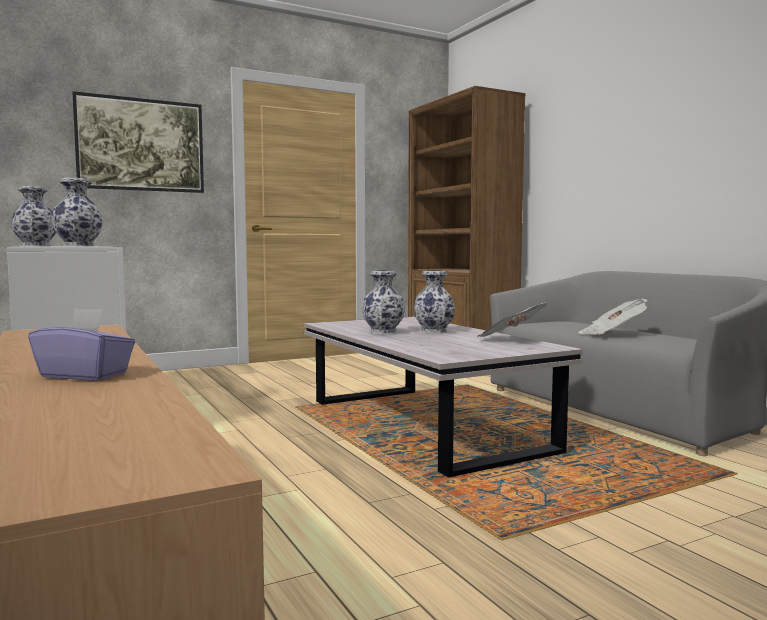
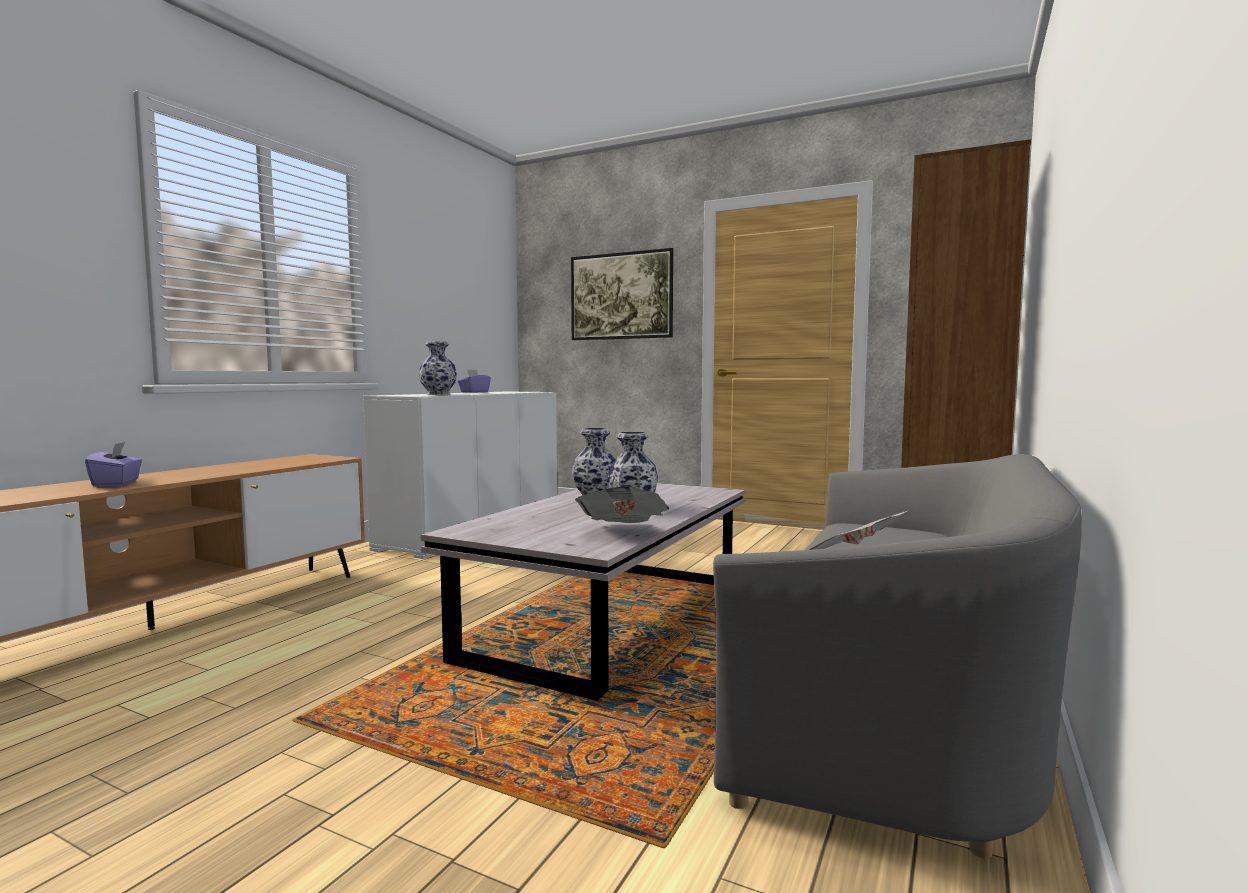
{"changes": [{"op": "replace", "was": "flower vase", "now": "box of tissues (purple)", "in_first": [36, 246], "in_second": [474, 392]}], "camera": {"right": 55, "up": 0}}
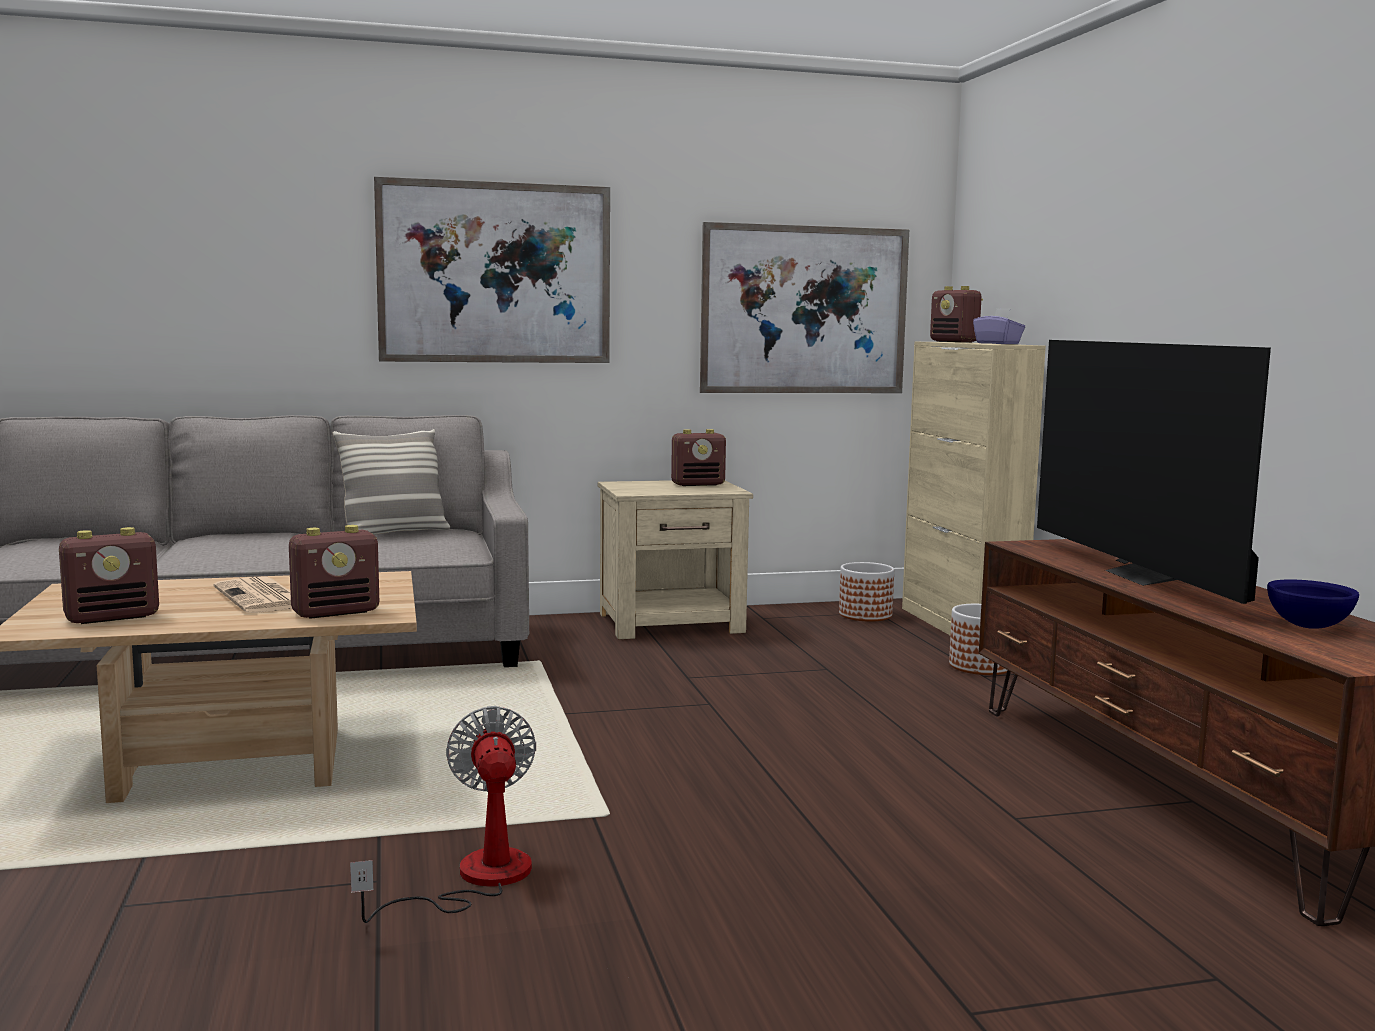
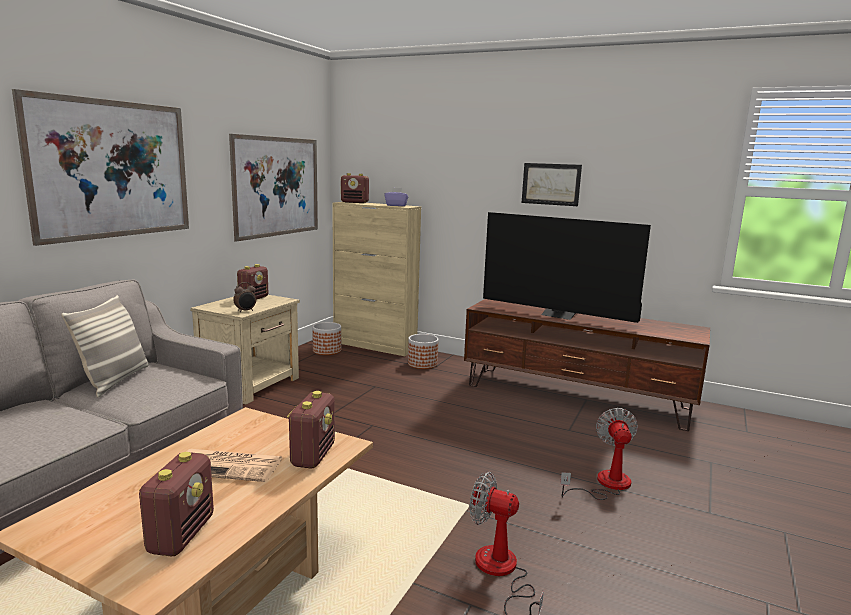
{"changes": [{"op": "delete", "was": "deep dish (blue-coloured)", "in_first": [1309, 626]}, {"op": "insert", "now": "bedside clock", "in_second": [245, 311]}, {"op": "insert", "now": "wall art", "in_second": [551, 184]}, {"op": "insert", "now": "electric fan", "in_second": [605, 484]}], "camera": {"right": -50, "up": 5}}
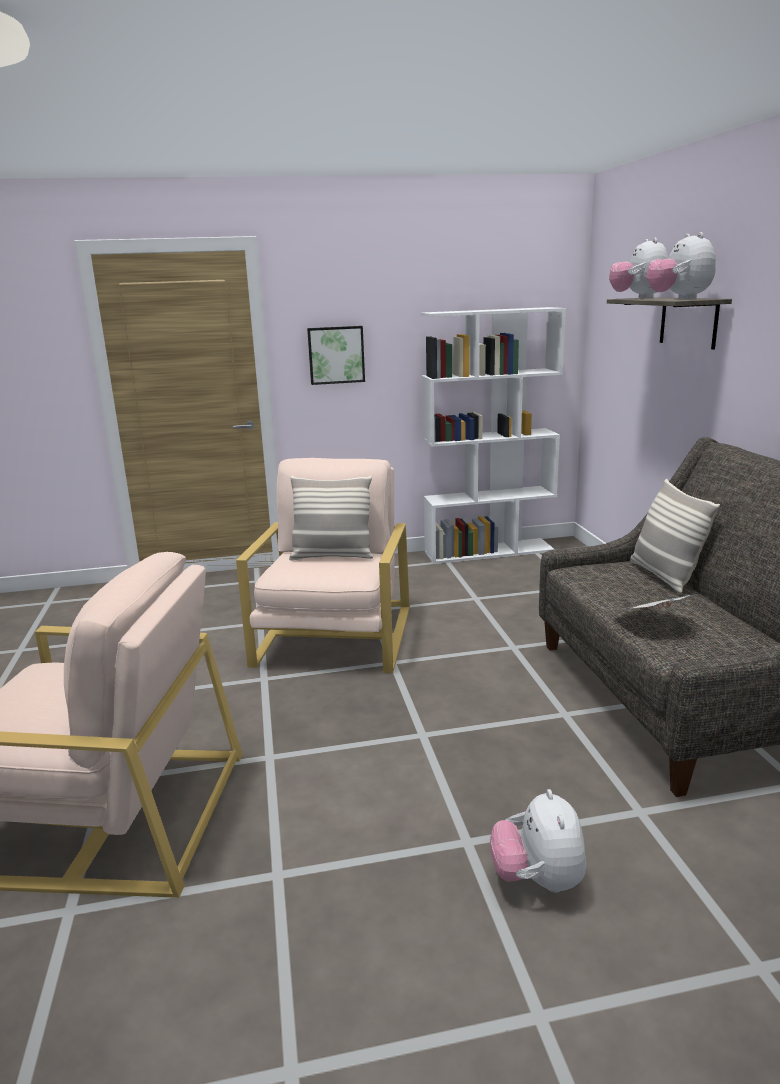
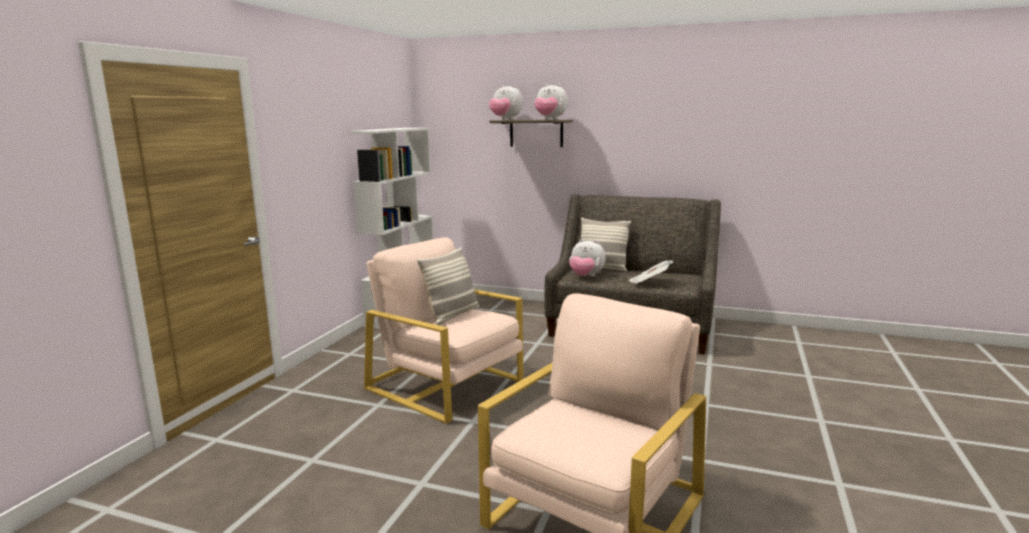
{"changes": [{"op": "delete", "was": "wall art", "in_first": [336, 355]}, {"op": "move", "was": "plush toy", "in_first": [538, 880], "in_second": [586, 276]}], "camera": {"right": -60, "up": -5}}
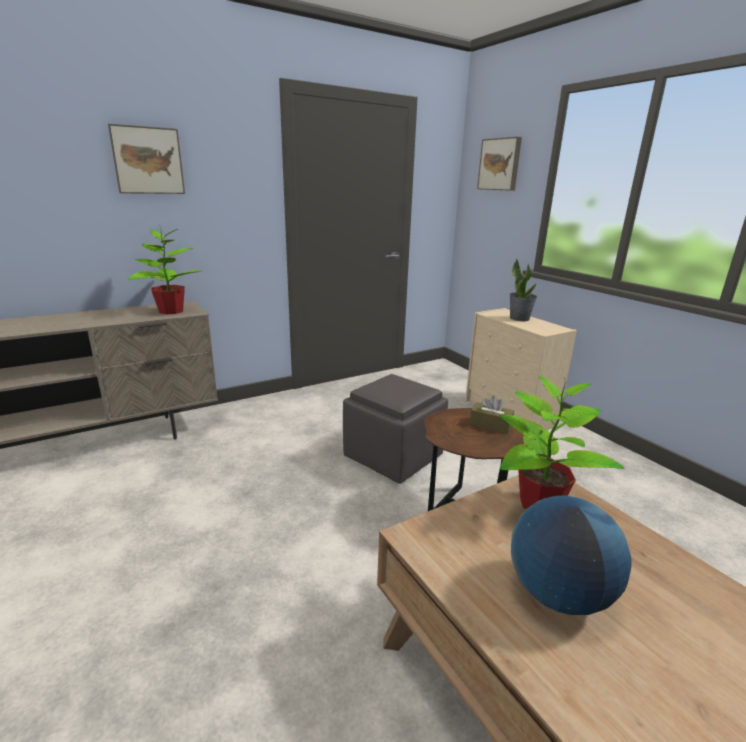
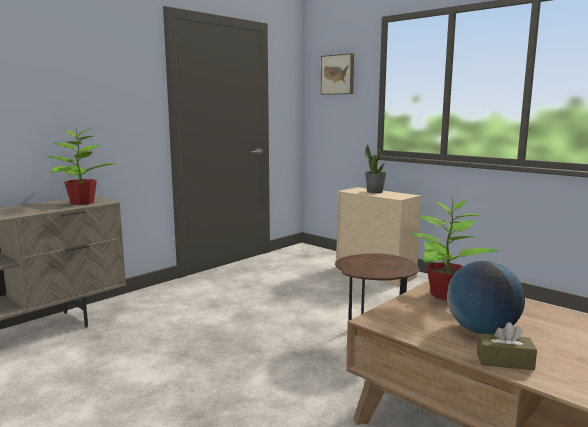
{"changes": [{"op": "delete", "was": "wall art", "in_first": [147, 161]}, {"op": "delete", "was": "footrest (grey)", "in_first": [394, 456]}, {"op": "move", "was": "box of tissues (brownish)", "in_first": [490, 425], "in_second": [504, 361]}], "camera": {"right": -15, "up": -10}}
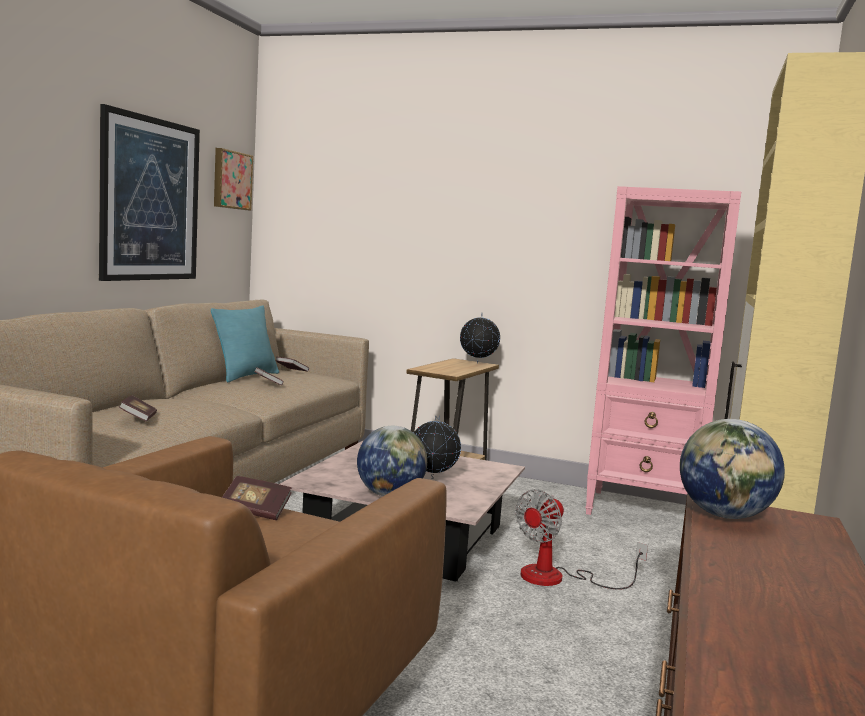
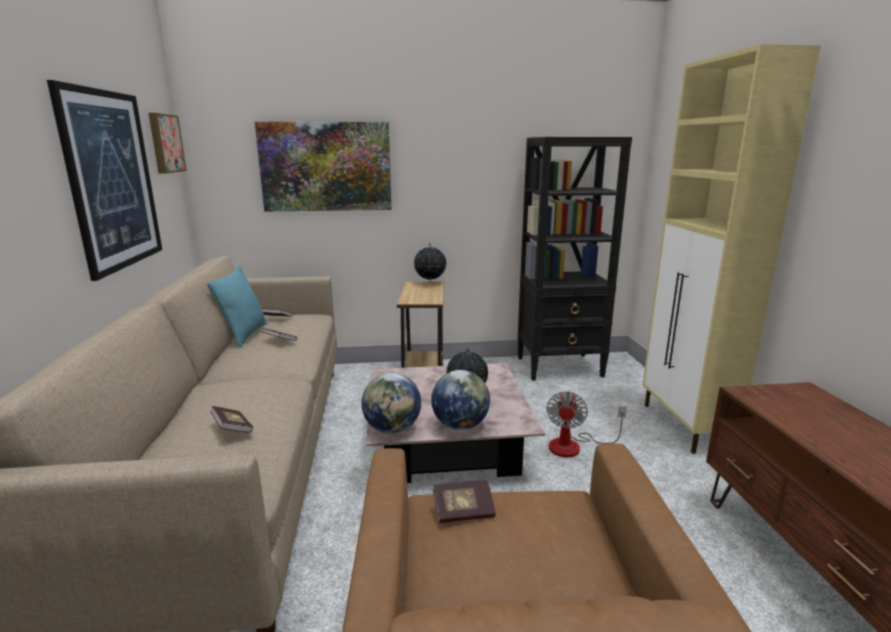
{"changes": [{"op": "recolor", "was": "bookshelf (pink)", "now": "bookshelf (black-coloured)", "in_first": [644, 511], "in_second": [560, 367]}, {"op": "move", "was": "globe", "in_first": [725, 515], "in_second": [392, 429]}, {"op": "insert", "now": "wall art", "in_second": [326, 167]}], "camera": {"right": -25, "up": 10}}
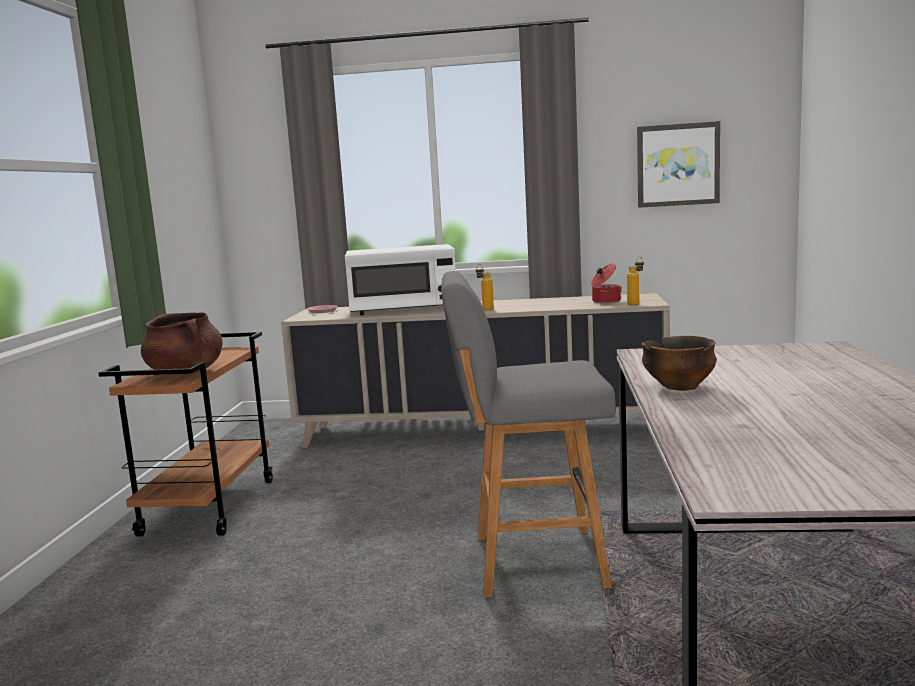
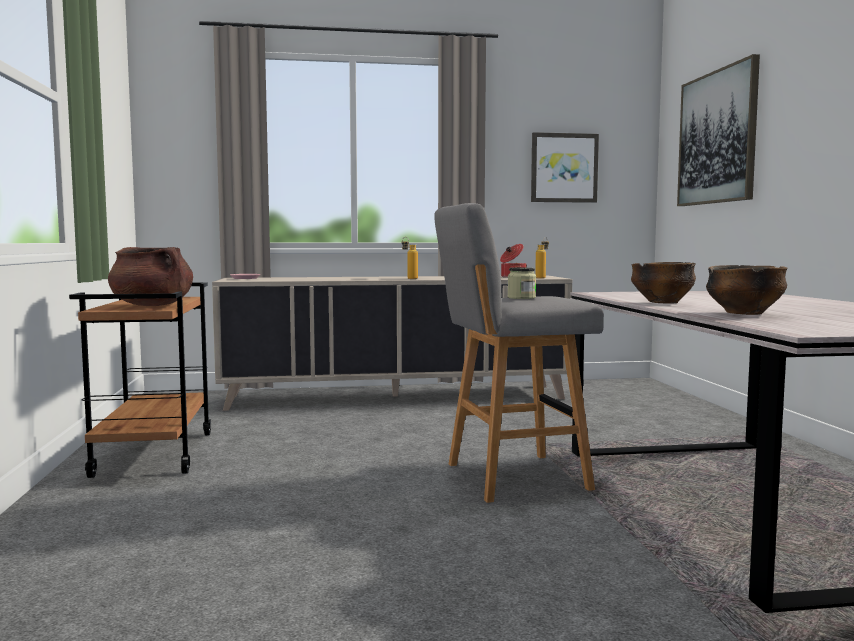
{"changes": [{"op": "delete", "was": "kitchen microwave (white-coloured)", "in_first": [403, 310]}, {"op": "insert", "now": "preserve jar", "in_second": [521, 298]}, {"op": "insert", "now": "wall art", "in_second": [717, 137]}, {"op": "insert", "now": "deep dish", "in_second": [744, 313]}], "camera": {"right": -15, "up": -5}}
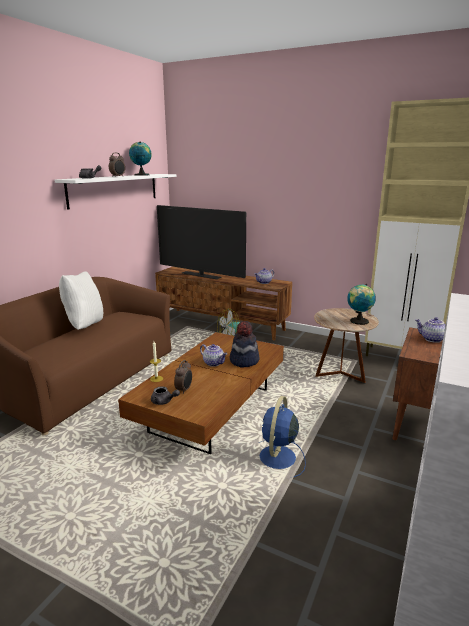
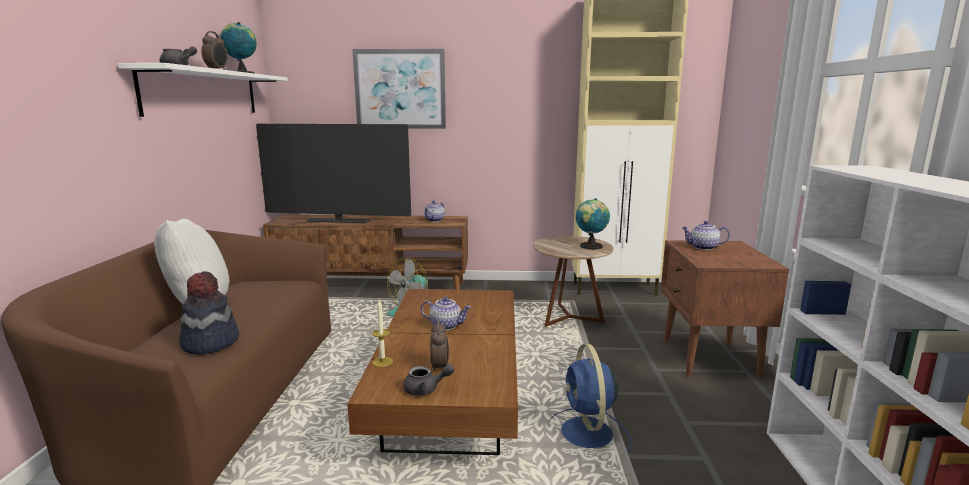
{"changes": [{"op": "move", "was": "wearable hat", "in_first": [244, 360], "in_second": [210, 343]}, {"op": "insert", "now": "wall art", "in_second": [400, 89]}], "camera": {"right": -25, "up": -5}}
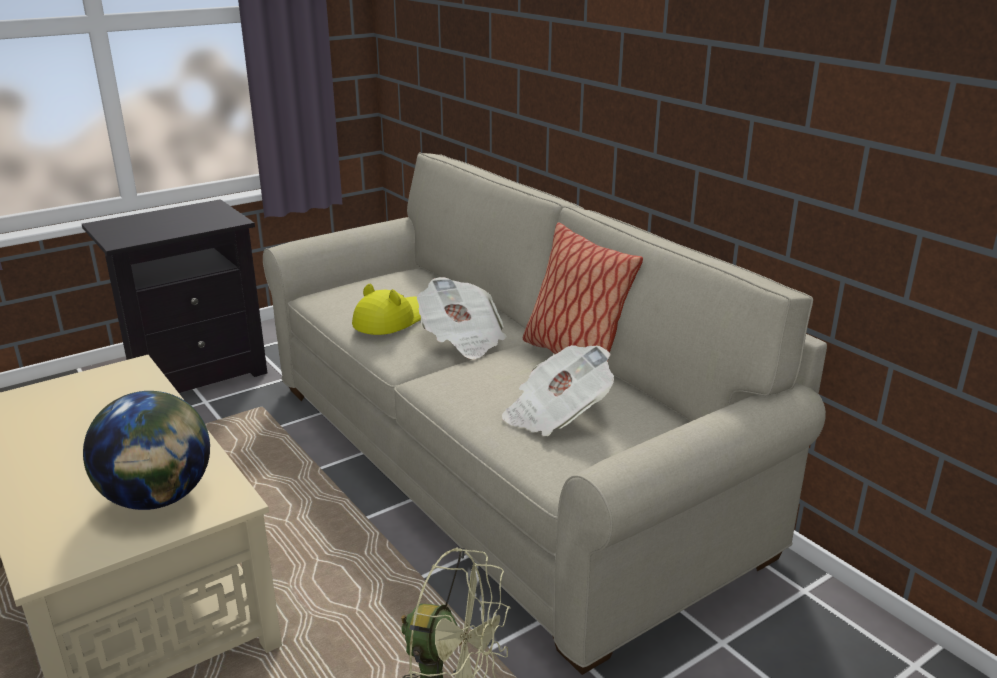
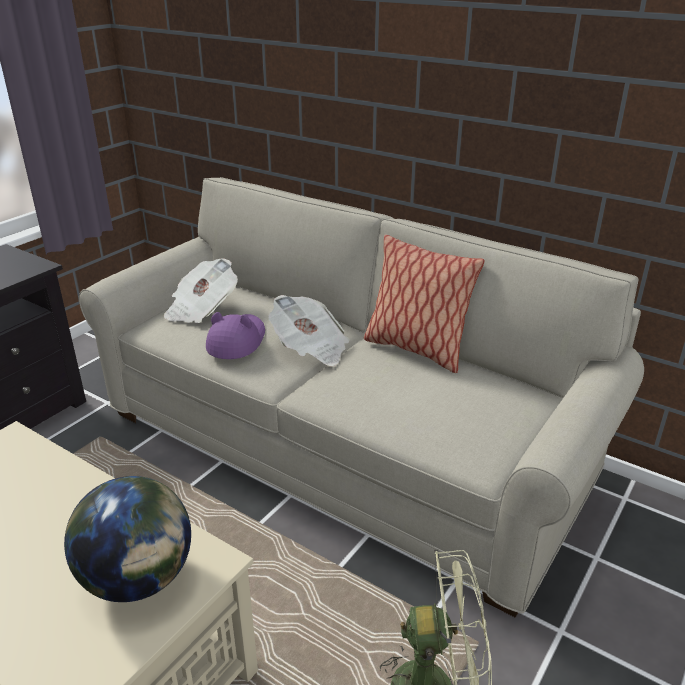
{"changes": [{"op": "recolor", "was": "wearable hat (yellow)", "now": "wearable hat (purple)", "in_first": [390, 320], "in_second": [236, 341]}, {"op": "move", "was": "printed paper", "in_first": [556, 414], "in_second": [201, 309]}], "camera": {"right": -20, "up": 5}}
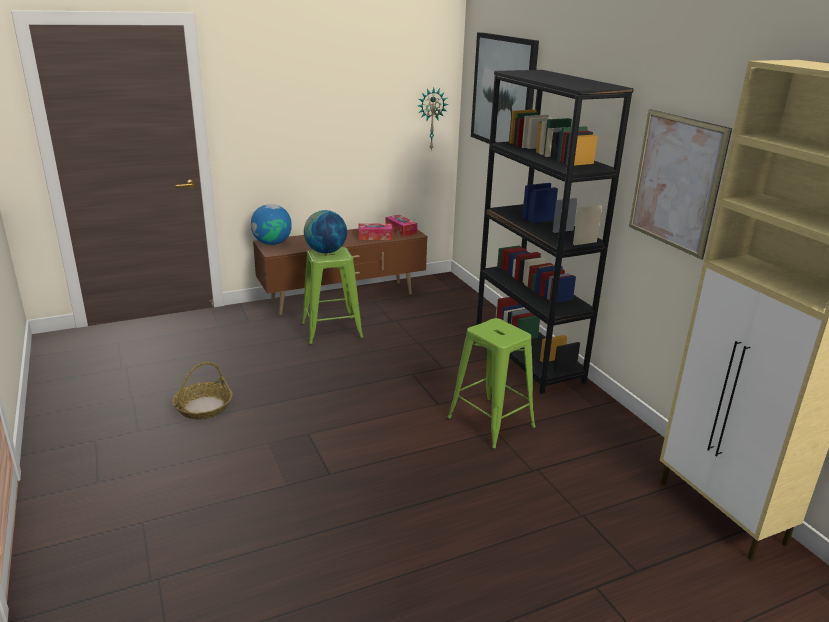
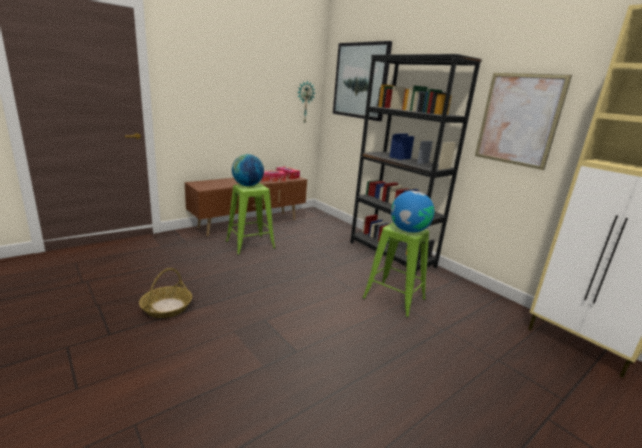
{"changes": [{"op": "move", "was": "globe", "in_first": [272, 243], "in_second": [409, 230]}], "camera": {"right": -15, "up": -5}}
